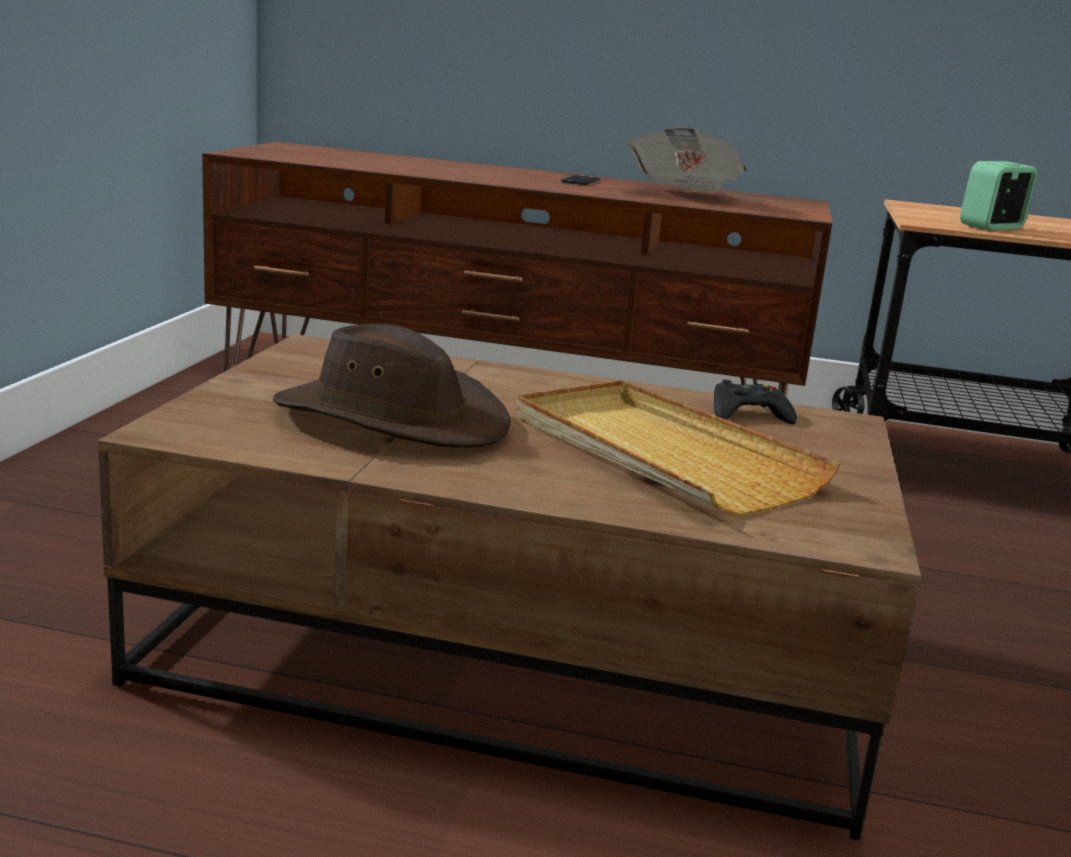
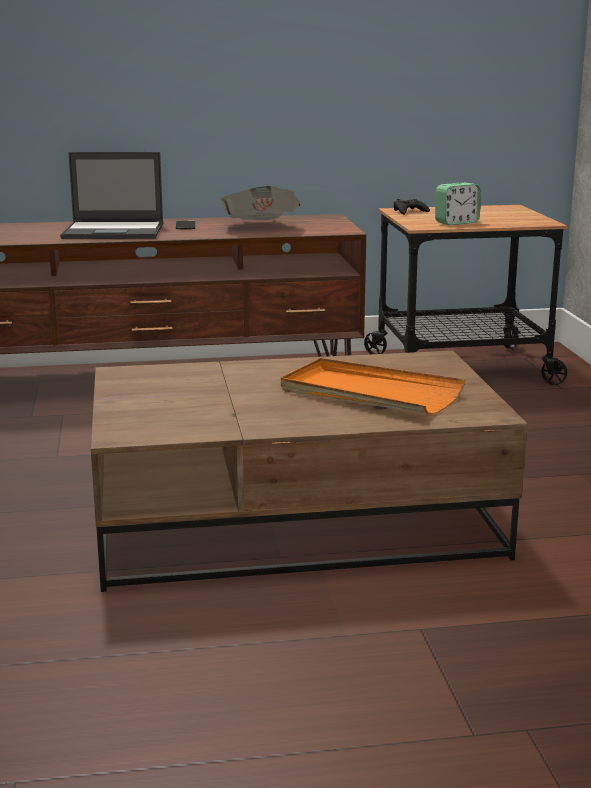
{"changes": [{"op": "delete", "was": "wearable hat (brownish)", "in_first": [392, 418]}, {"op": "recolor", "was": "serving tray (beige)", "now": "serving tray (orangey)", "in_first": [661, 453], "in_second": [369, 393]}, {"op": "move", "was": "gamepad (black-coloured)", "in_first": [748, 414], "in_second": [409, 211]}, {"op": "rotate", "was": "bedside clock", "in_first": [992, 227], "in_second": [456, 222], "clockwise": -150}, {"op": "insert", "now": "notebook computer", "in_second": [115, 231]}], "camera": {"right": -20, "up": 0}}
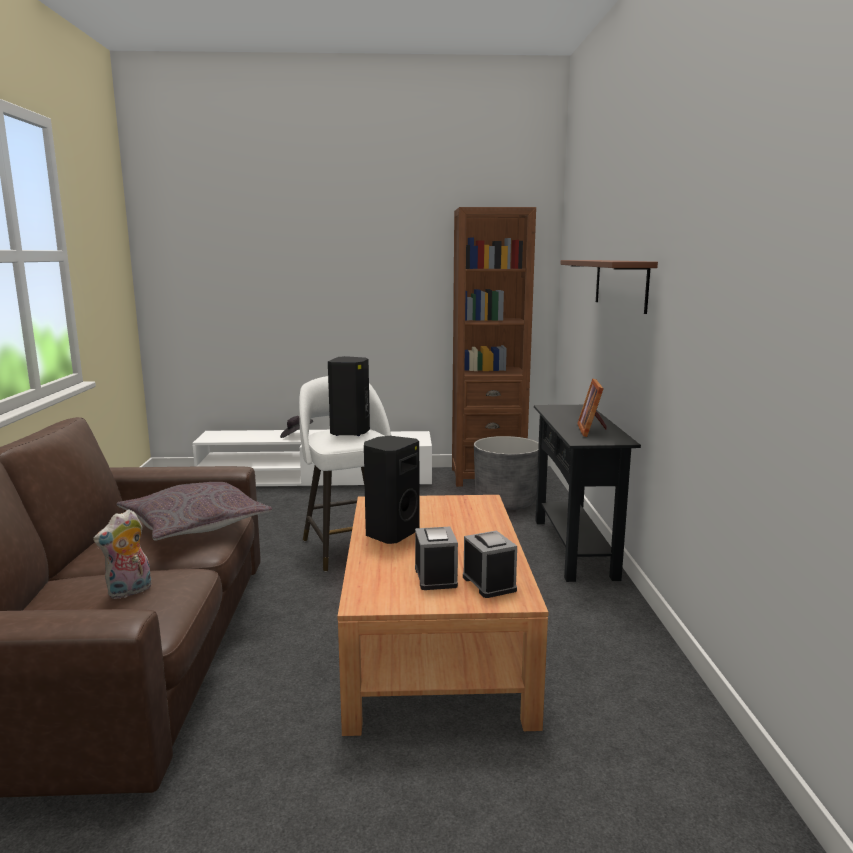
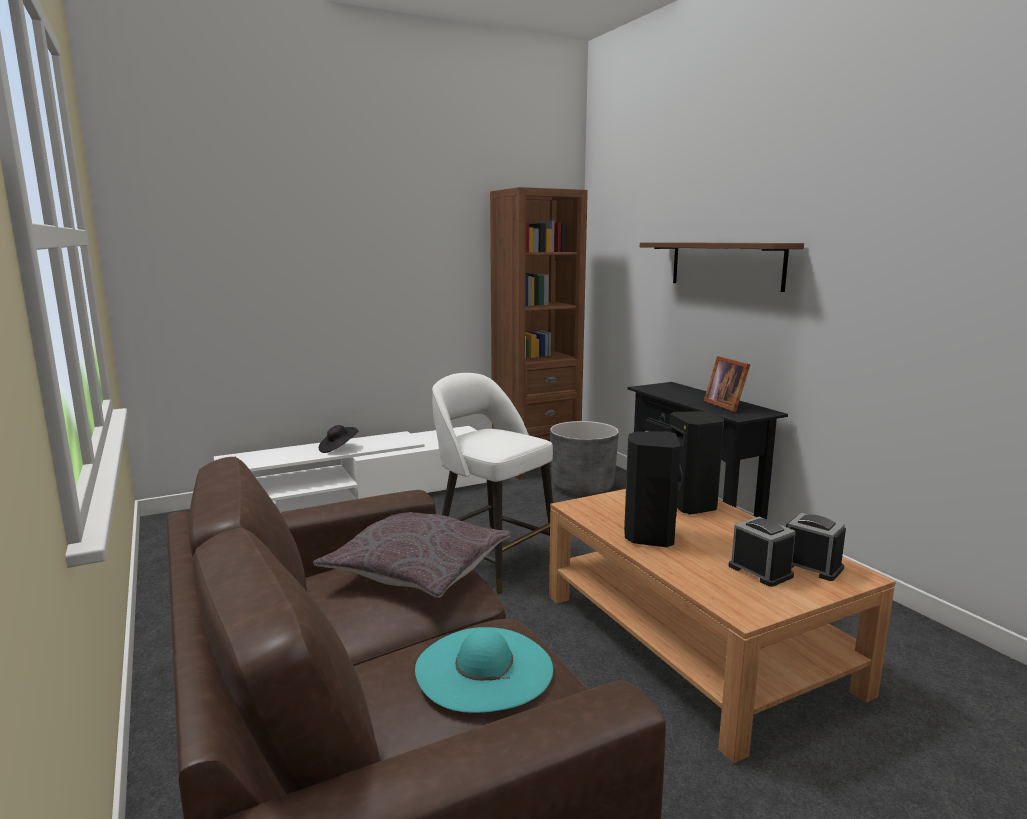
{"changes": [{"op": "replace", "was": "plush toy", "now": "wearable hat (turquoise)", "in_first": [129, 592], "in_second": [484, 668]}, {"op": "move", "was": "audio speaker (black-coloured)", "in_first": [351, 432], "in_second": [692, 505]}], "camera": {"right": -25, "up": 0}}
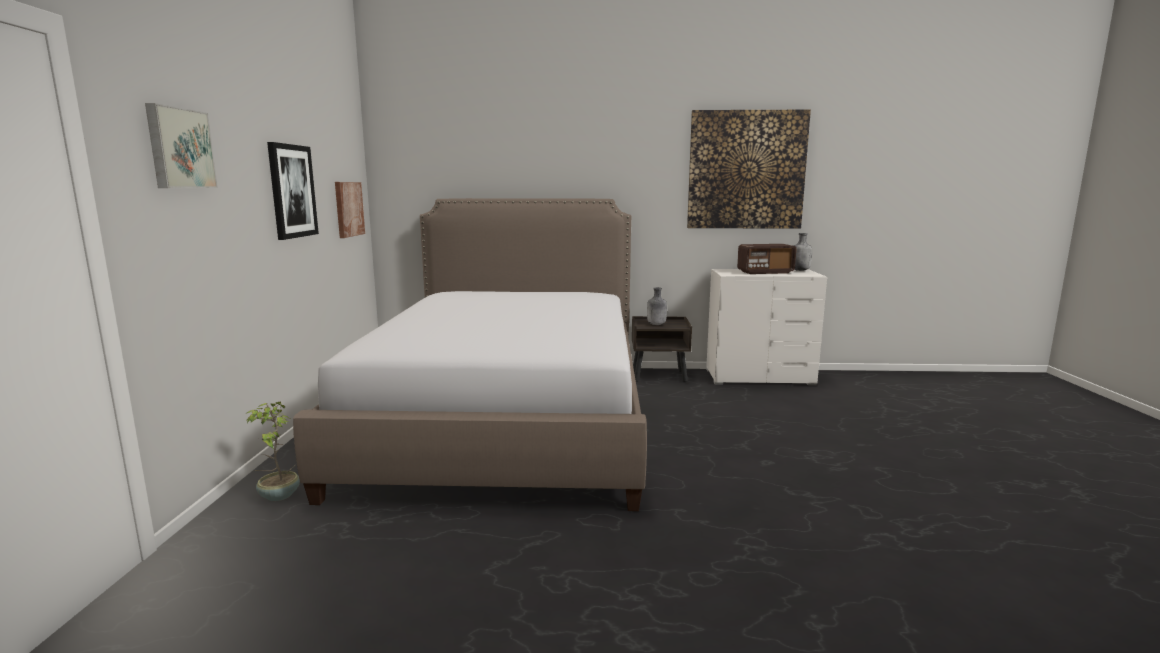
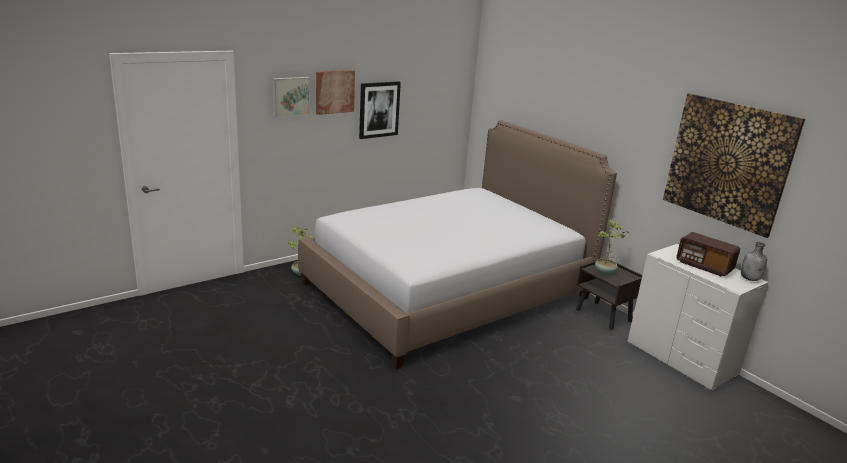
{"changes": [{"op": "move", "was": "wall art", "in_first": [348, 209], "in_second": [334, 91]}, {"op": "replace", "was": "beverage bottle (grey)", "now": "potted plant", "in_first": [656, 324], "in_second": [605, 272]}], "camera": {"right": 50, "up": 10}}
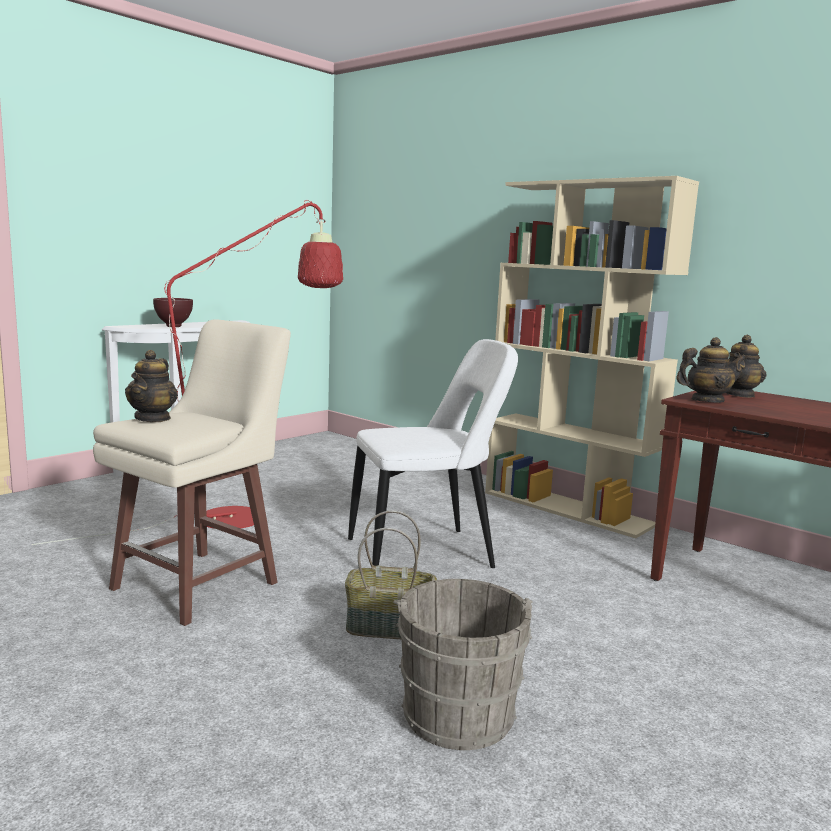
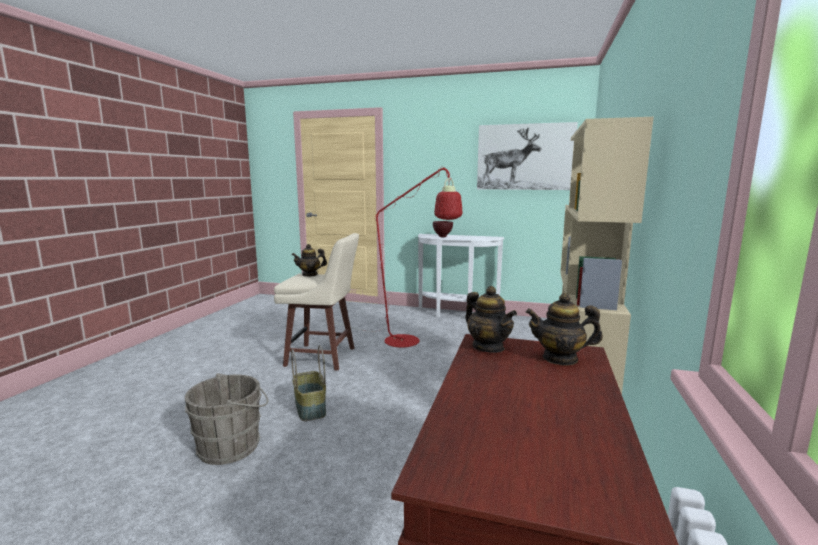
{"changes": [{"op": "delete", "was": "plain chair (white-coloured)", "in_first": [427, 553]}, {"op": "insert", "now": "wall art", "in_second": [525, 157]}], "camera": {"right": 65, "up": 0}}
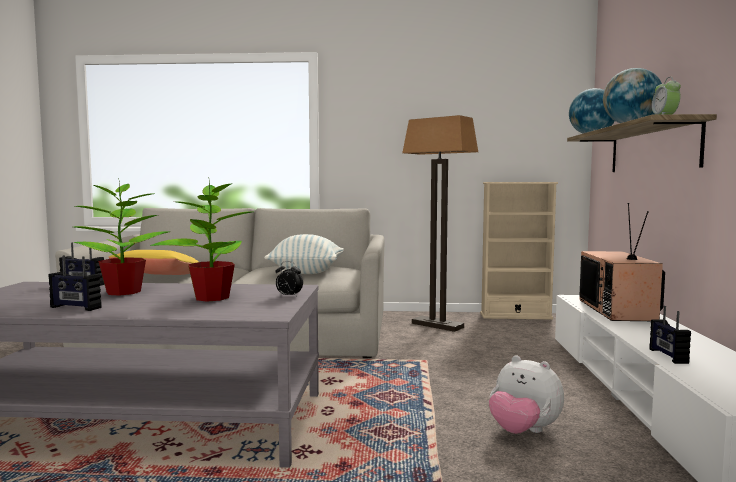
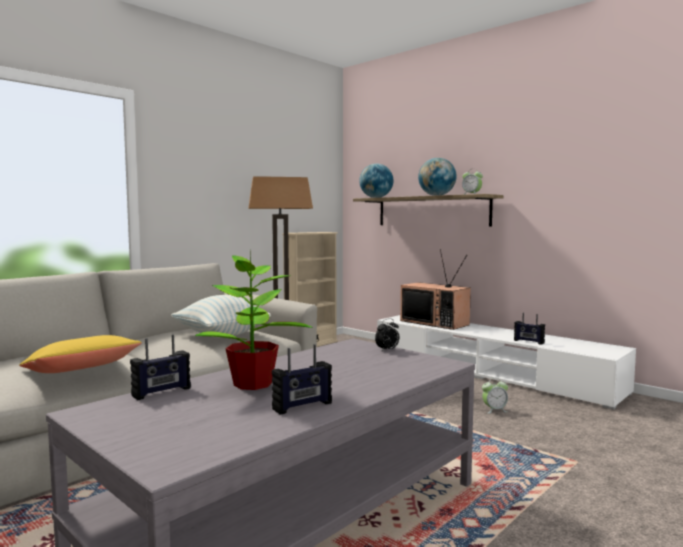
{"changes": [{"op": "delete", "was": "potted plant", "in_first": [211, 297]}, {"op": "replace", "was": "plush toy", "now": "bedside clock", "in_first": [523, 431], "in_second": [494, 410]}], "camera": {"right": -50, "up": 0}}
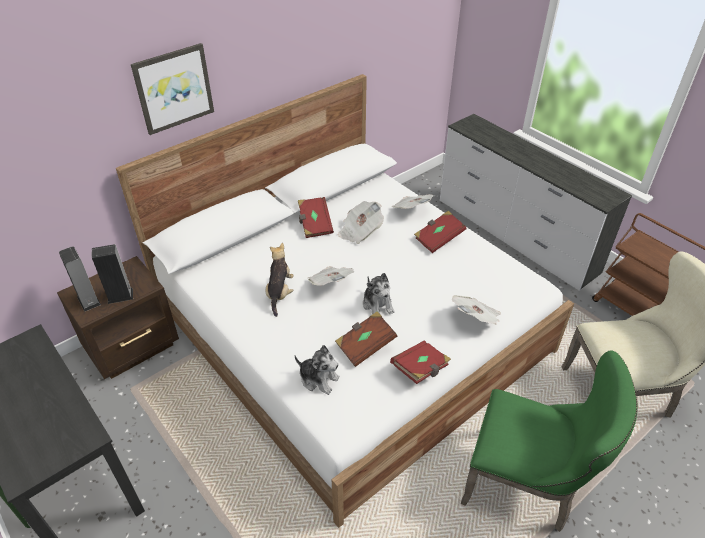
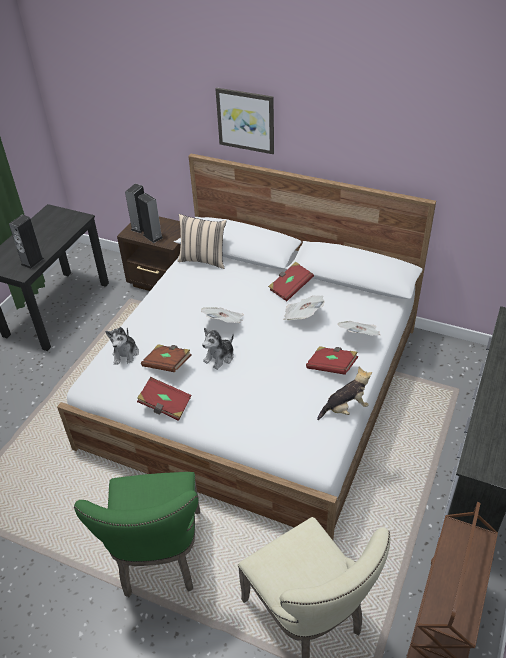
{"changes": [{"op": "move", "was": "plush toy", "in_first": [279, 293], "in_second": [345, 408]}, {"op": "delete", "was": "printed paper", "in_first": [476, 318]}, {"op": "insert", "now": "audio speaker", "in_second": [32, 261]}, {"op": "insert", "now": "cushion (beige)", "in_second": [203, 259]}], "camera": {"right": 65, "up": 0}}
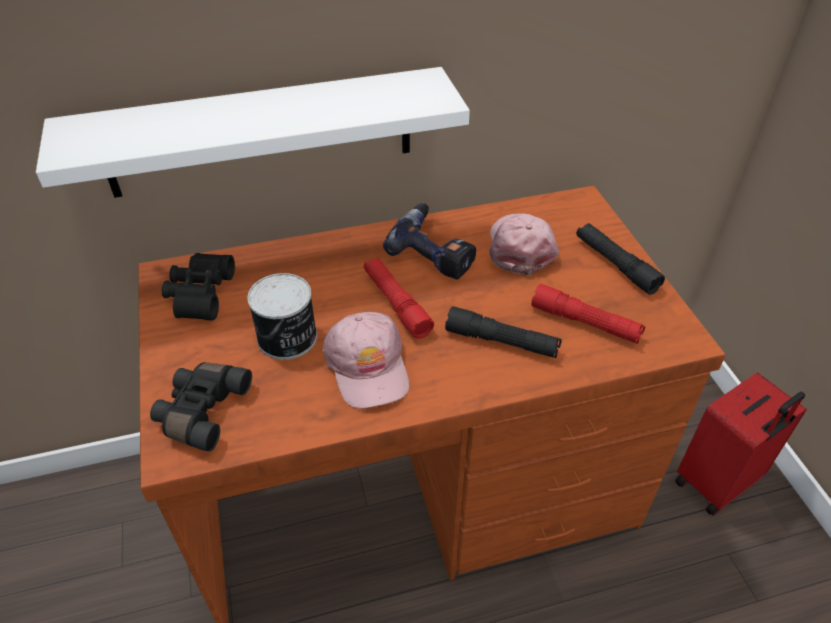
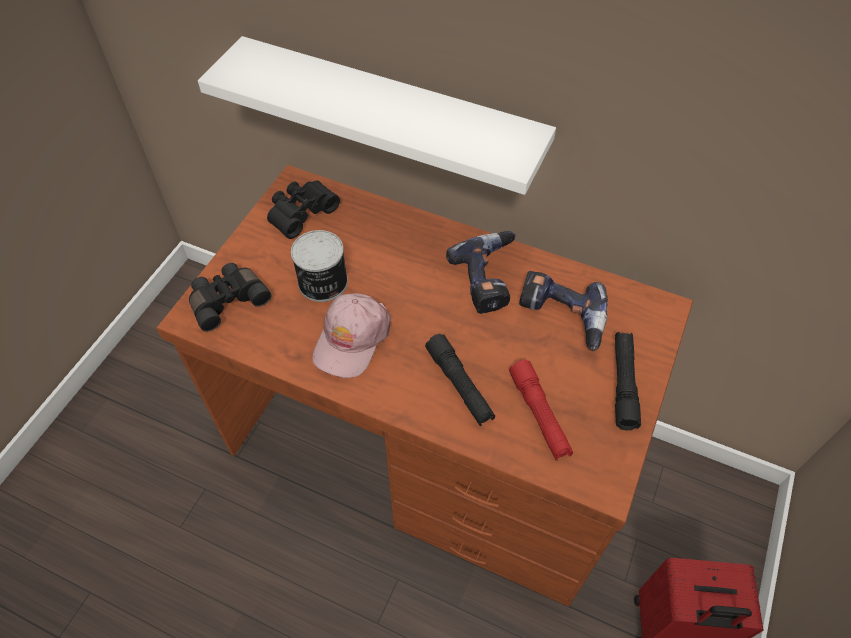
{"changes": [{"op": "delete", "was": "torch (reddish)", "in_first": [396, 303]}, {"op": "replace", "was": "baseball cap (pink)", "now": "power drill", "in_first": [520, 247], "in_second": [560, 317]}], "camera": {"right": 40, "up": 10}}
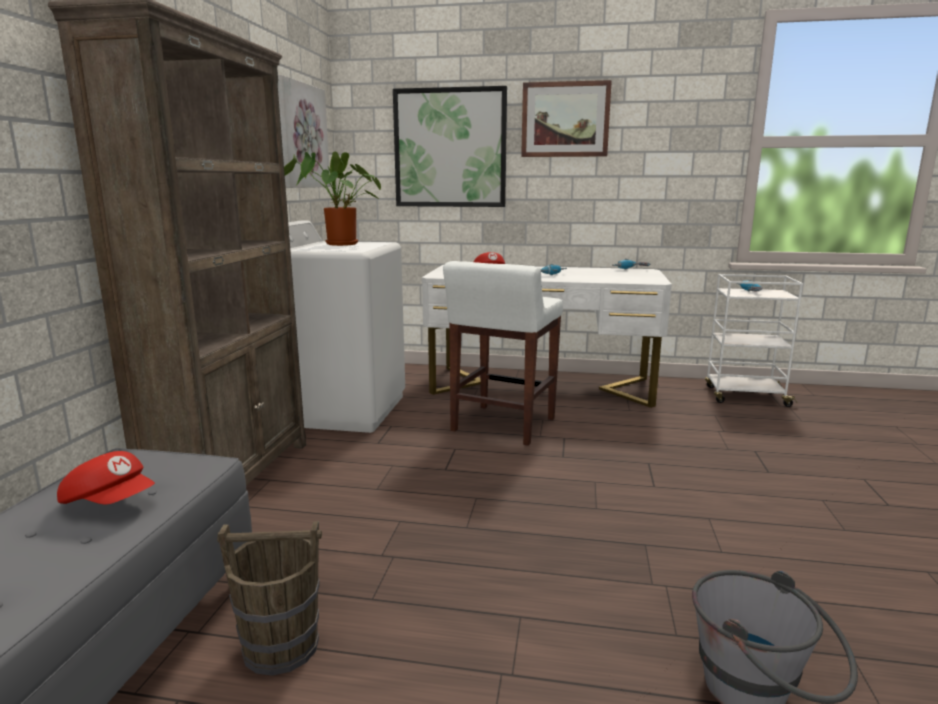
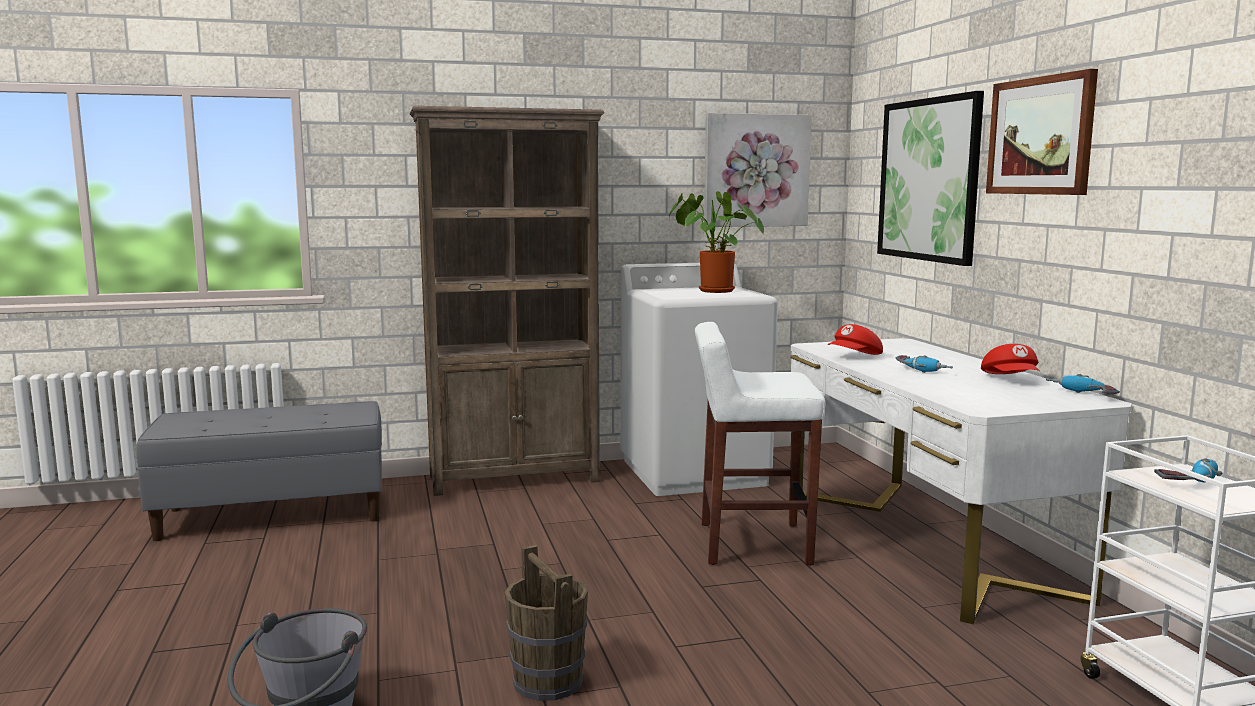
{"changes": [{"op": "move", "was": "baseball cap (reddish)", "in_first": [111, 502], "in_second": [1011, 380]}, {"op": "move", "was": "bucket (brownish)", "in_first": [281, 647], "in_second": [548, 682]}], "camera": {"right": 65, "up": -5}}
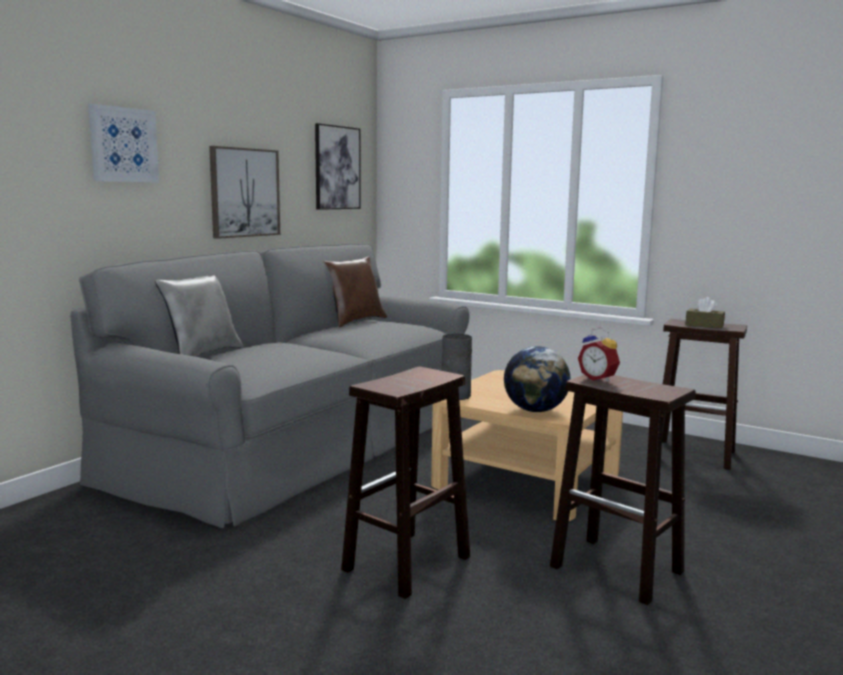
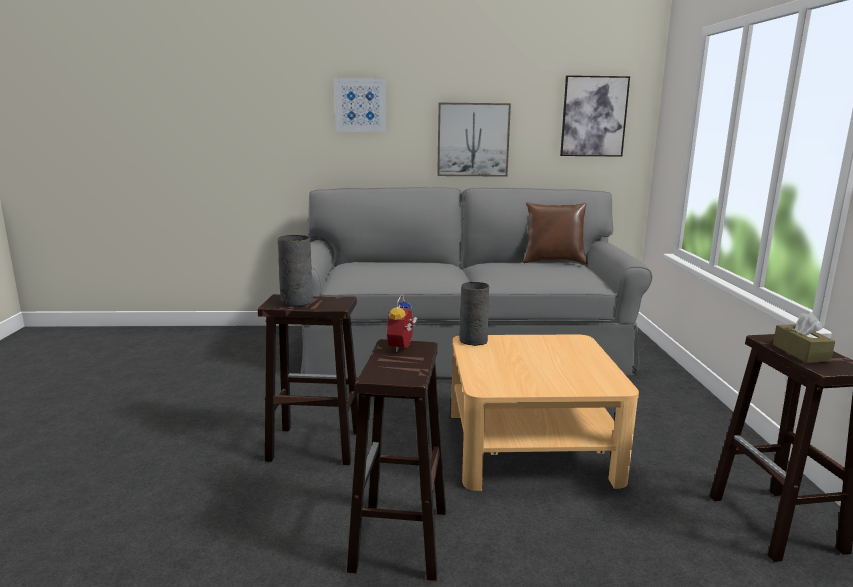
{"changes": [{"op": "delete", "was": "cushion (grey)", "in_first": [203, 354]}, {"op": "delete", "was": "globe", "in_first": [535, 410]}, {"op": "insert", "now": "flower vase (grey)", "in_second": [295, 302]}], "camera": {"right": 55, "up": 5}}
